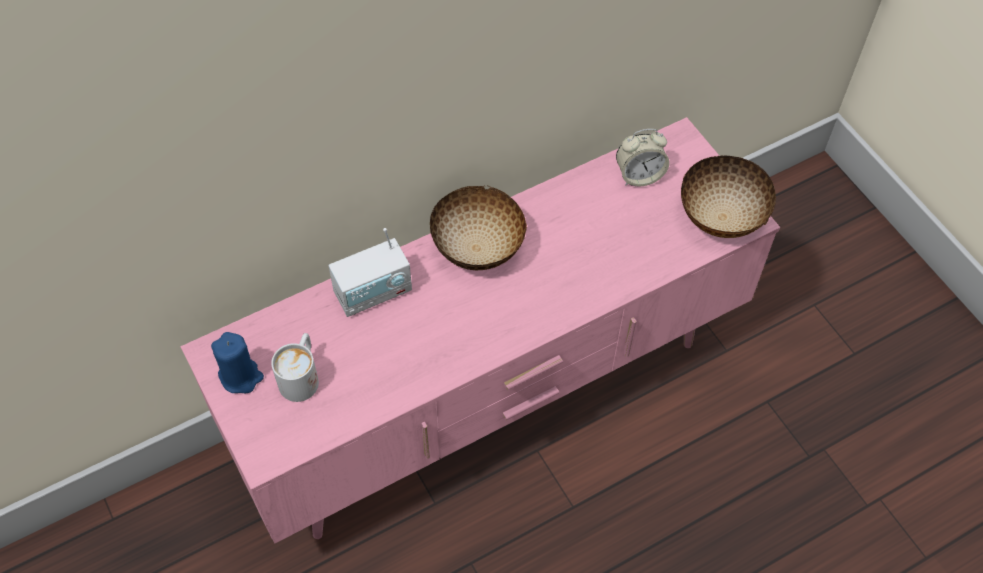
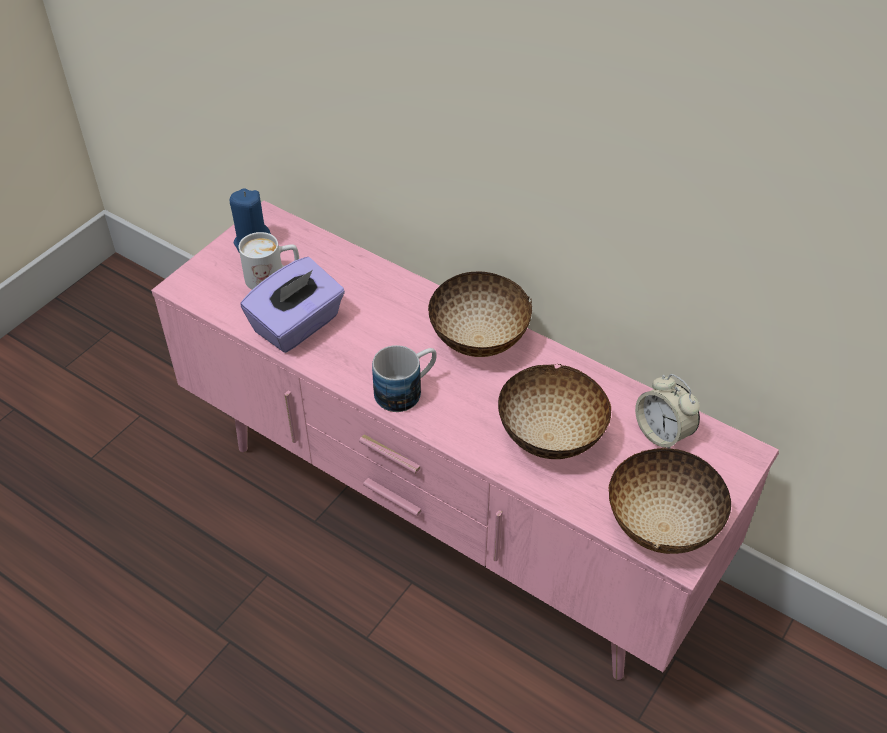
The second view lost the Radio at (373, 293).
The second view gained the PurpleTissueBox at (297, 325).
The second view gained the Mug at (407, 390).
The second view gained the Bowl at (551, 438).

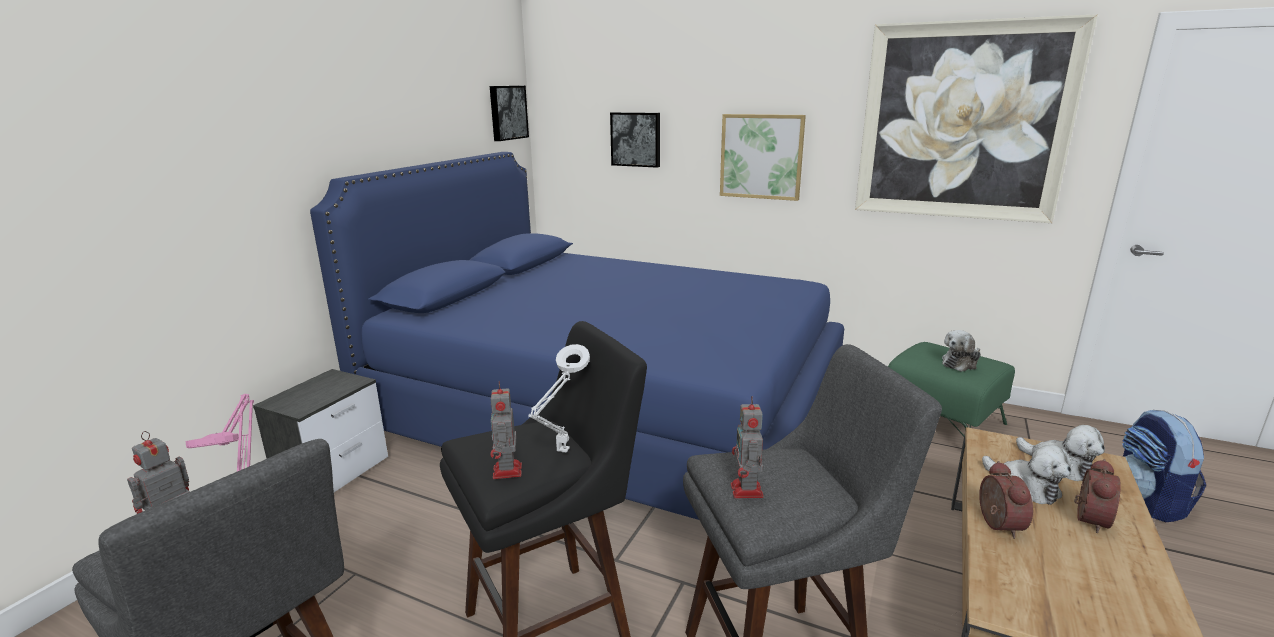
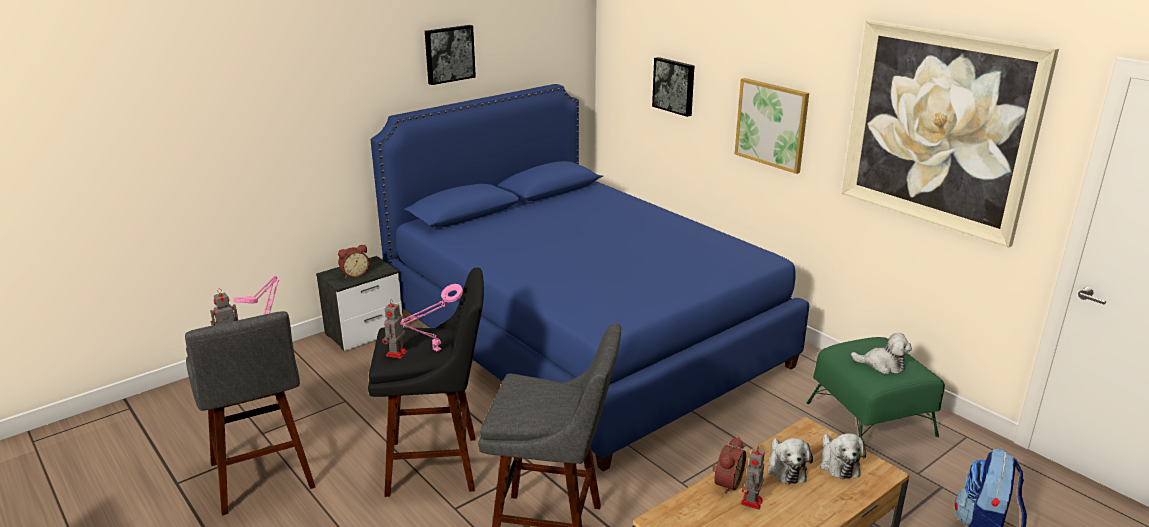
The Picture ended up elsewhere, having gone from (507, 112) to (449, 54).
What was the WhiteTableLamp at (561, 453) turned into the PinkTableLamp at (435, 351).
The ToyRobot ended up elsewhere, having gone from (747, 491) to (751, 503).
The PlushToy at (961, 363) ended up facing another way, 150 degrees counterclockwise from before.
The AlarmClock ended up elsewhere, having gone from (1087, 519) to (354, 274).

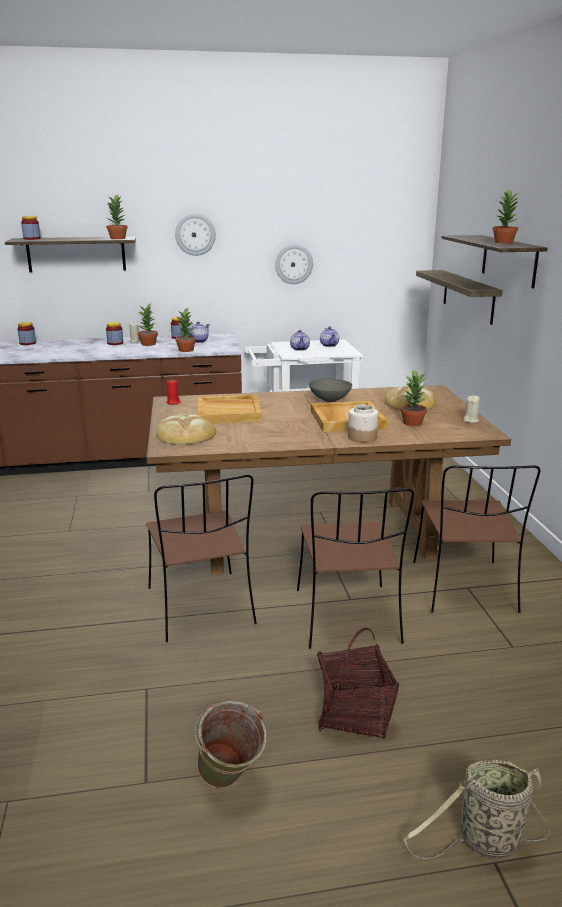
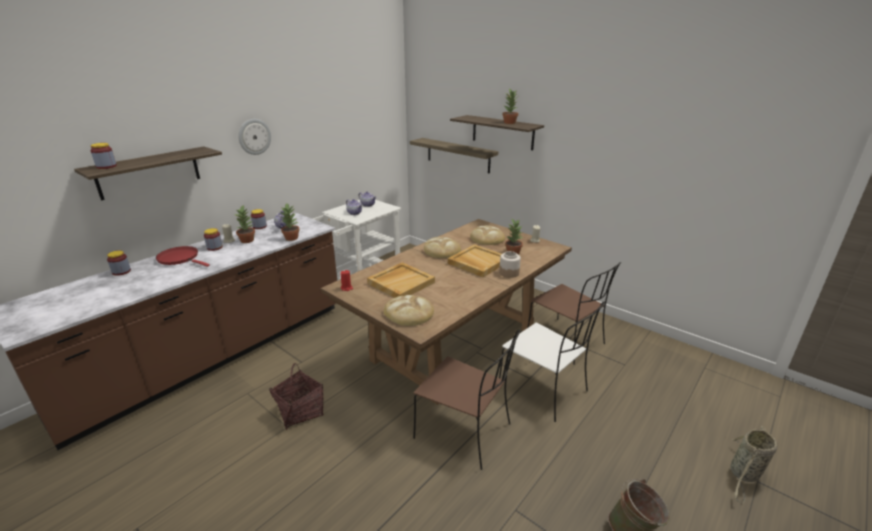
The second view lost the PottedPlant at (118, 238).
The second view lost the WallClock at (293, 264).
What was the BrownChair at (348, 618) turned into the WhiteChair at (544, 390).
Where the GreyBowl stood at (329, 400), the Bread came to stand at (441, 250).
The Basket ended up elsewhere, having gone from (355, 713) to (300, 411).
The second view gained the RedFryingPan at (180, 258).

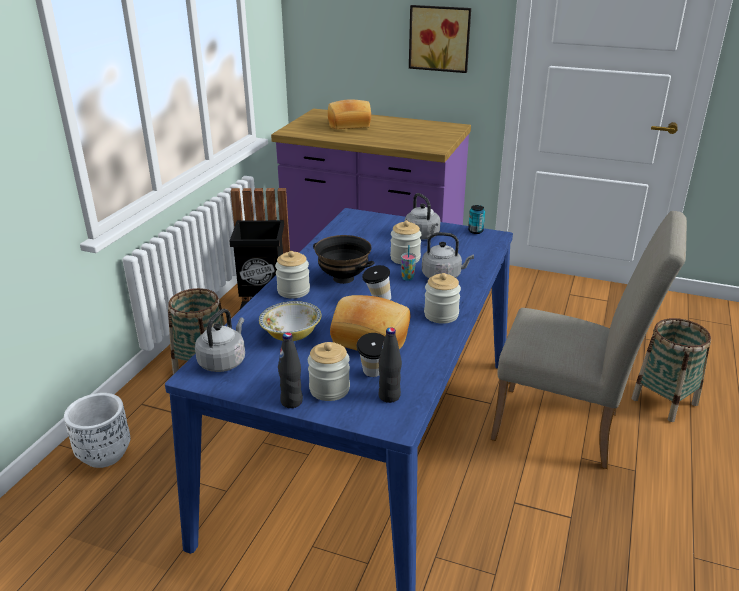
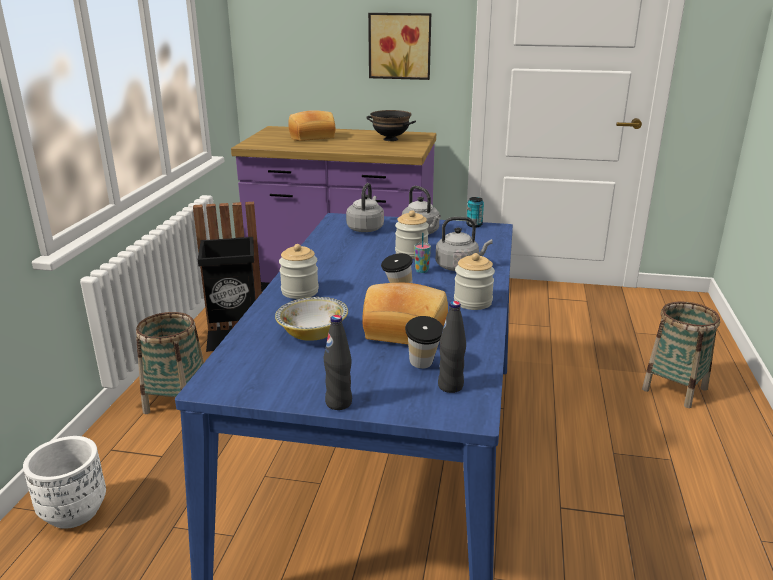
The GreyKettle ended up elsewhere, having gone from (223, 361) to (366, 228).
The second view lost the Jar at (329, 389).
The BlackBowl ended up elsewhere, having gone from (343, 278) to (390, 139).
The second view lost the BeigeChair at (566, 429).

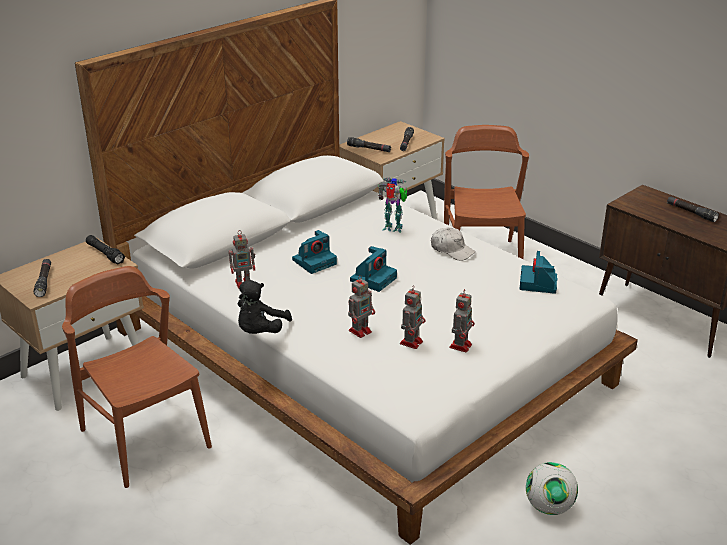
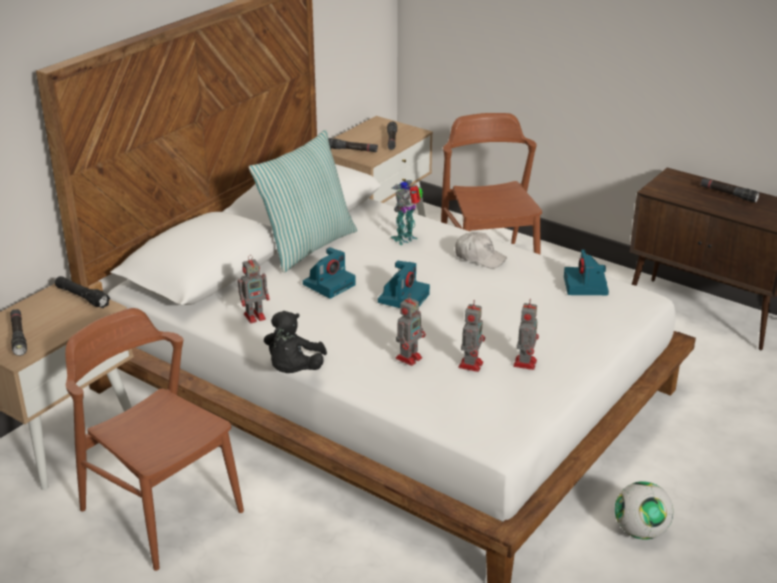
The ToyRobot at (393, 229) ended up facing another way, 45 degrees counterclockwise from before.
The second view gained the Pillow at (307, 246).

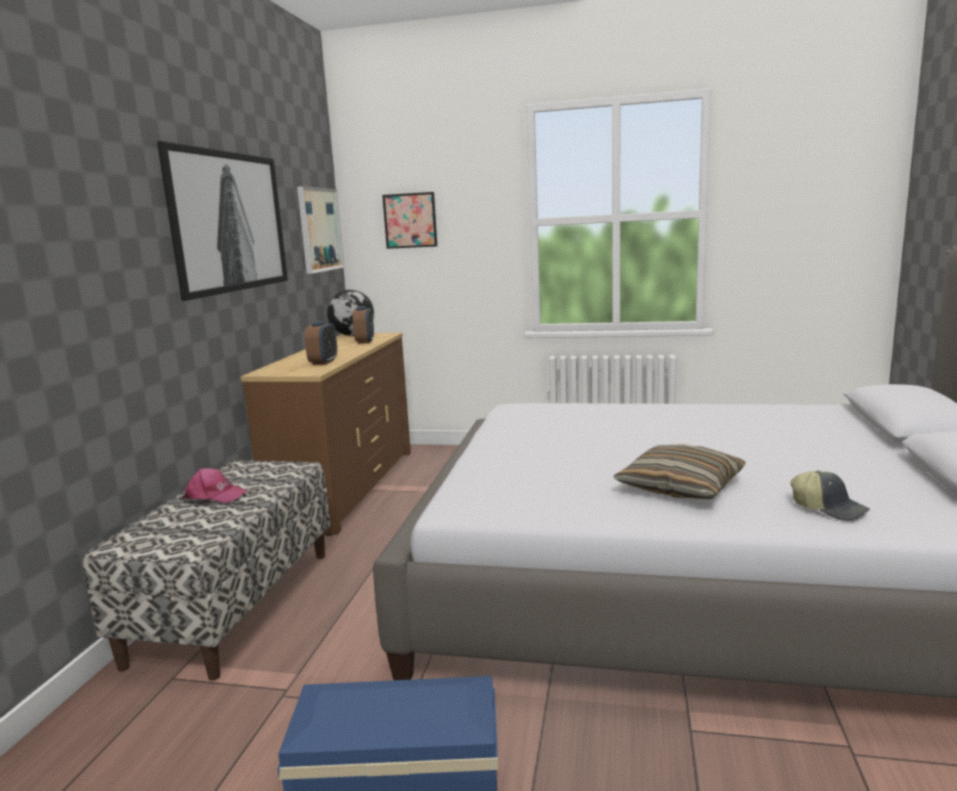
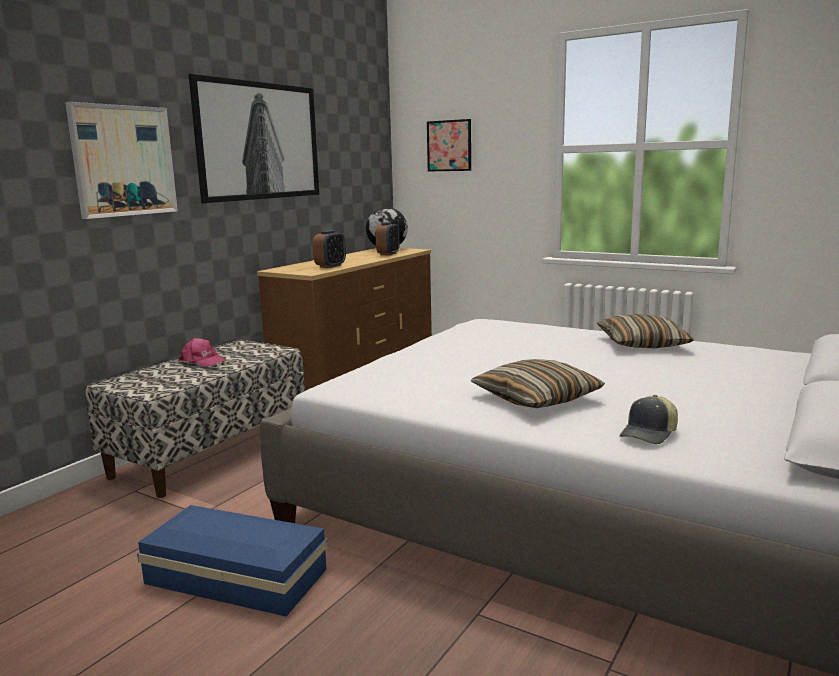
The Picture ended up elsewhere, having gone from (319, 230) to (123, 161).
The Cap at (829, 508) ended up facing another way, 60 degrees clockwise from before.
The second view gained the Pillow at (642, 344).

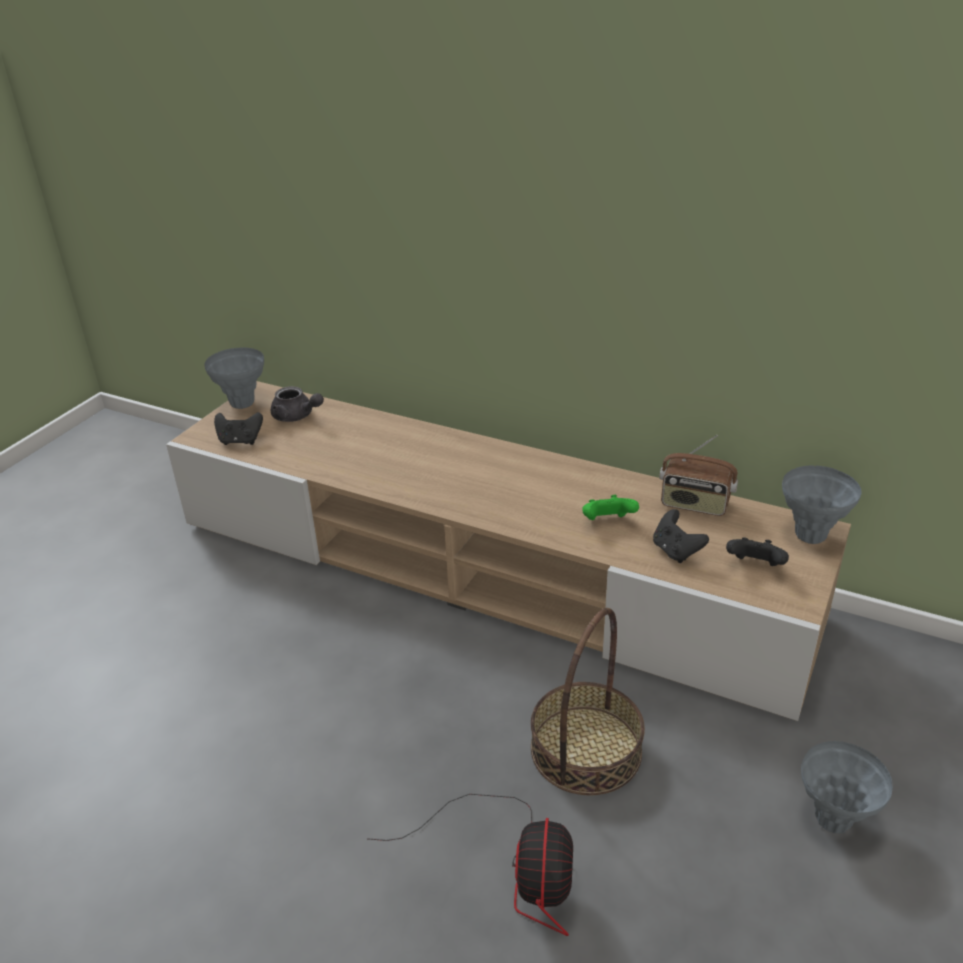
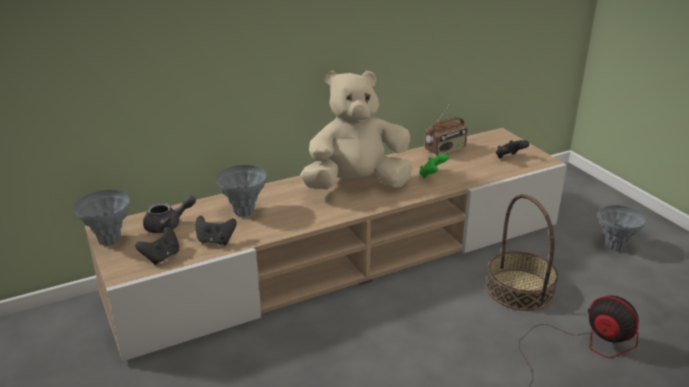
The BlackGameController ended up elsewhere, having gone from (676, 551) to (215, 241).
The GreyVase ended up elsewhere, having gone from (810, 536) to (244, 212).
The second view gained the BeigePlushToy at (356, 185).

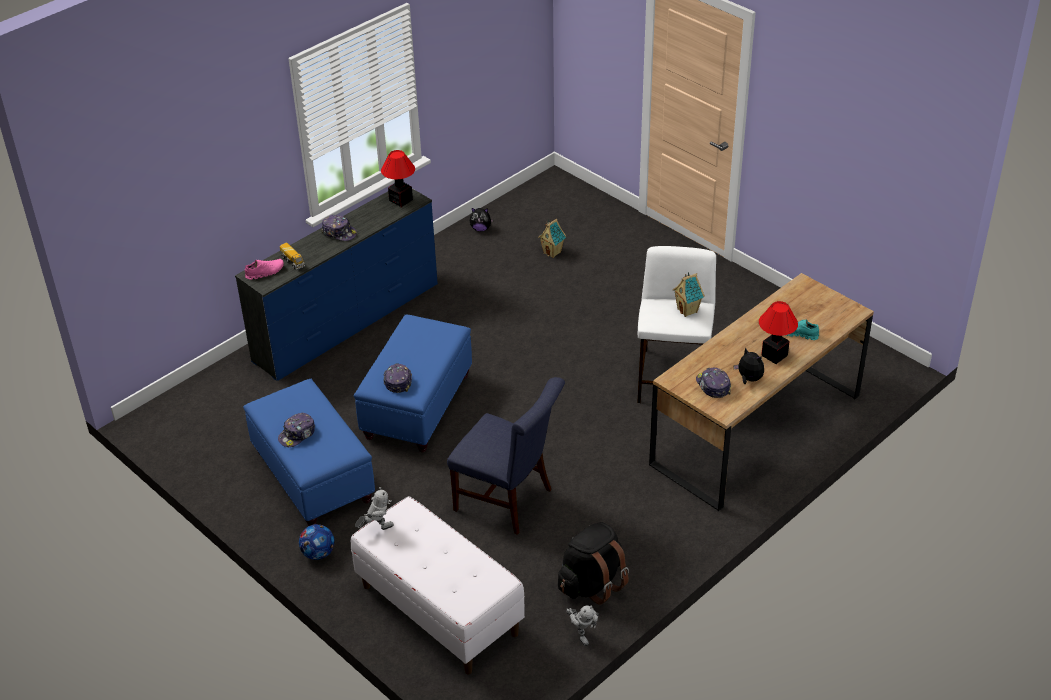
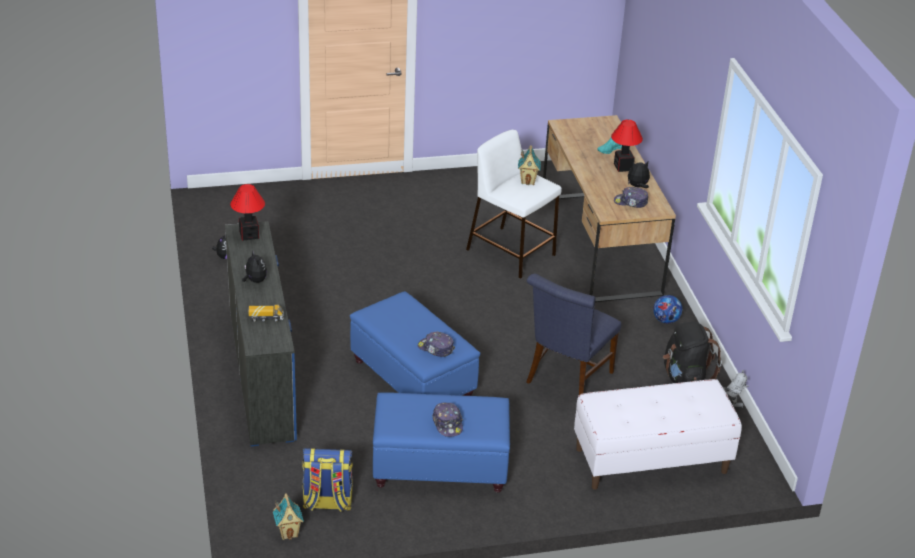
The second view lost the PinkShoe at (265, 272).
The Football ended up elsewhere, having gone from (318, 553) to (666, 320).
Where the Cap stood at (339, 232), the PlushToy came to stand at (254, 280).
The second view lost the ToyRobot at (377, 528).
The BlueChair at (509, 501) ended up facing another way, 150 degrees clockwise from before.
The ToyHouse ended up elsewhere, having gone from (552, 252) to (288, 532).
The second view gained the Backpack at (327, 503).

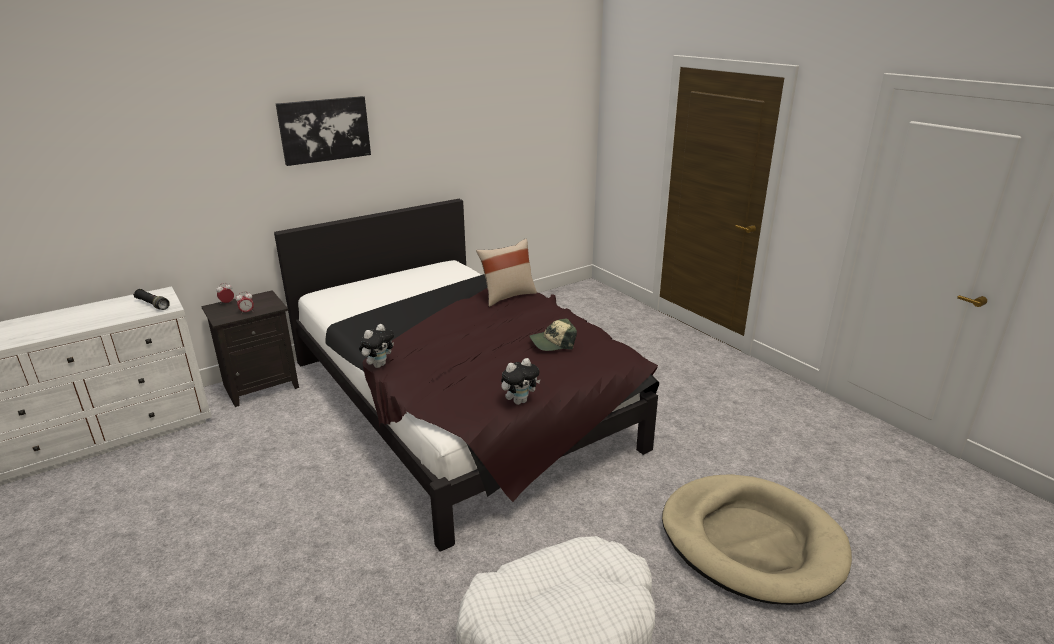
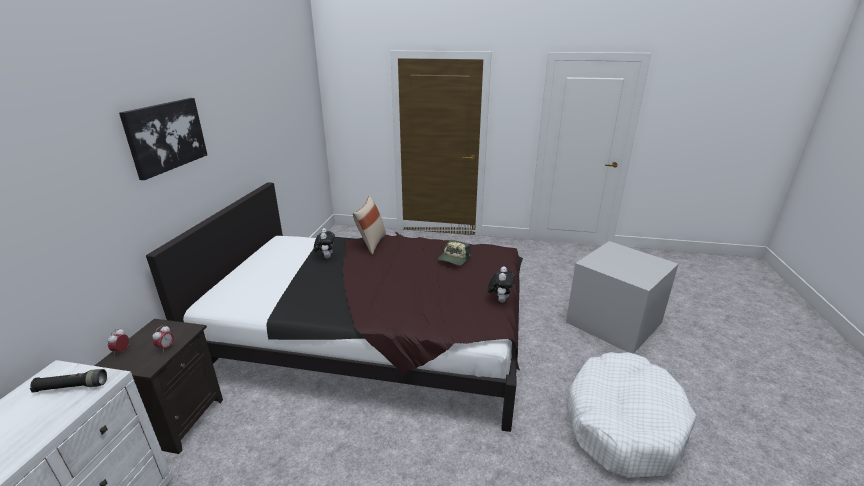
The PlushToy ended up elsewhere, having gone from (379, 365) to (326, 257).
Where the BeigeDogBed stood at (751, 542), the GreyStorageBox came to stand at (612, 322).

